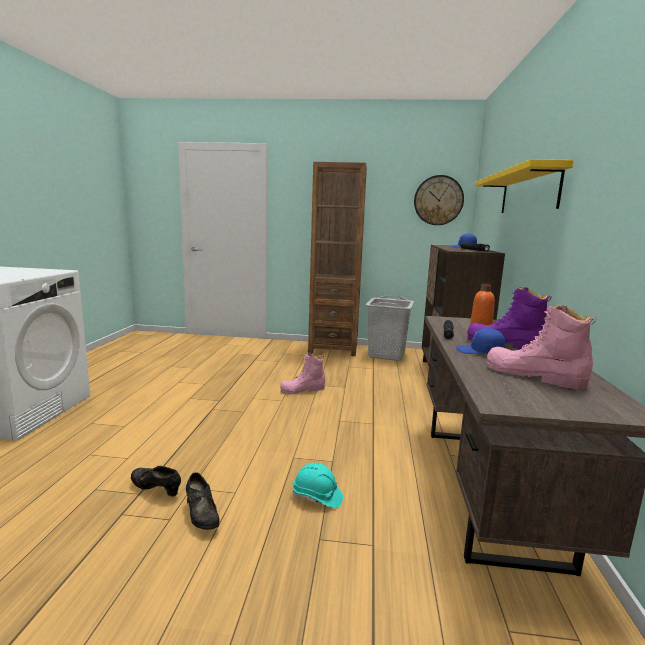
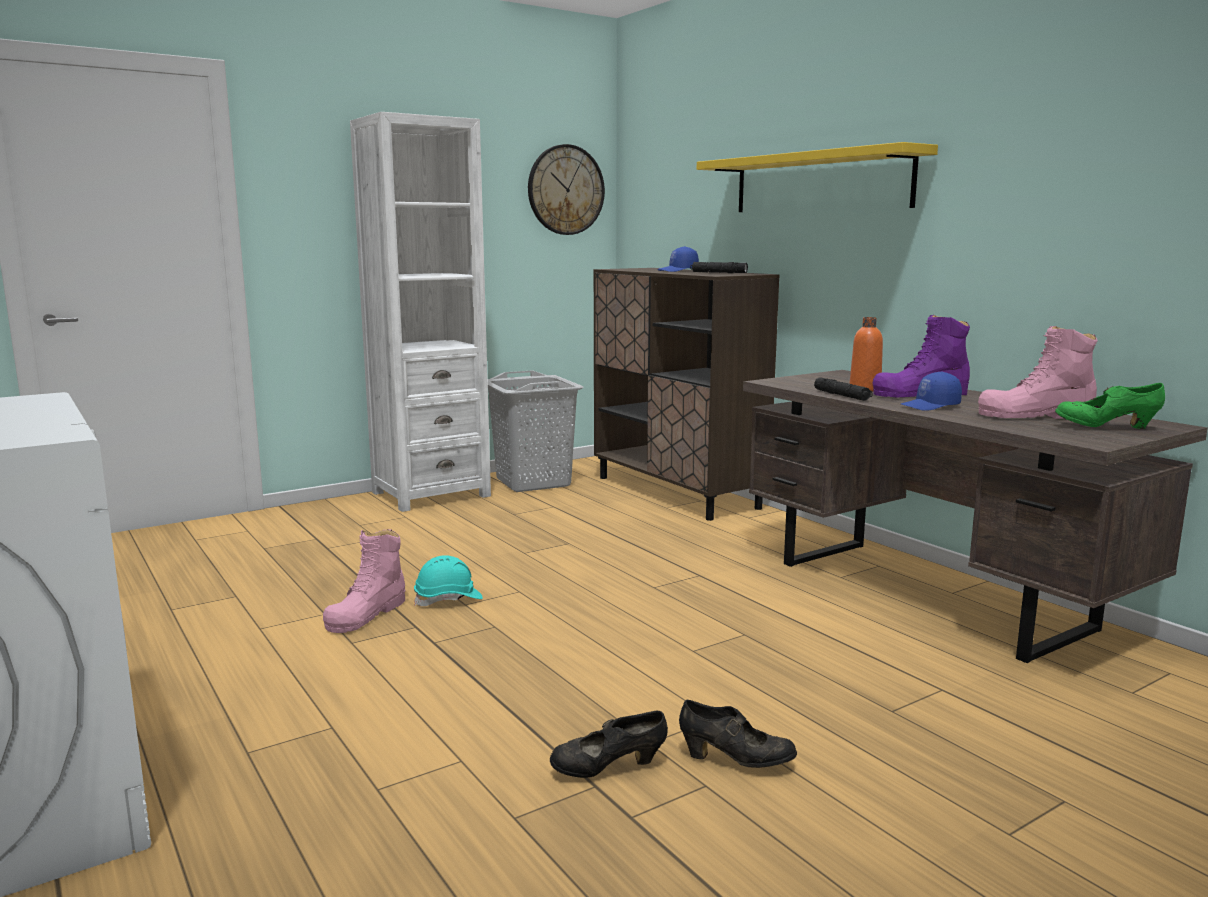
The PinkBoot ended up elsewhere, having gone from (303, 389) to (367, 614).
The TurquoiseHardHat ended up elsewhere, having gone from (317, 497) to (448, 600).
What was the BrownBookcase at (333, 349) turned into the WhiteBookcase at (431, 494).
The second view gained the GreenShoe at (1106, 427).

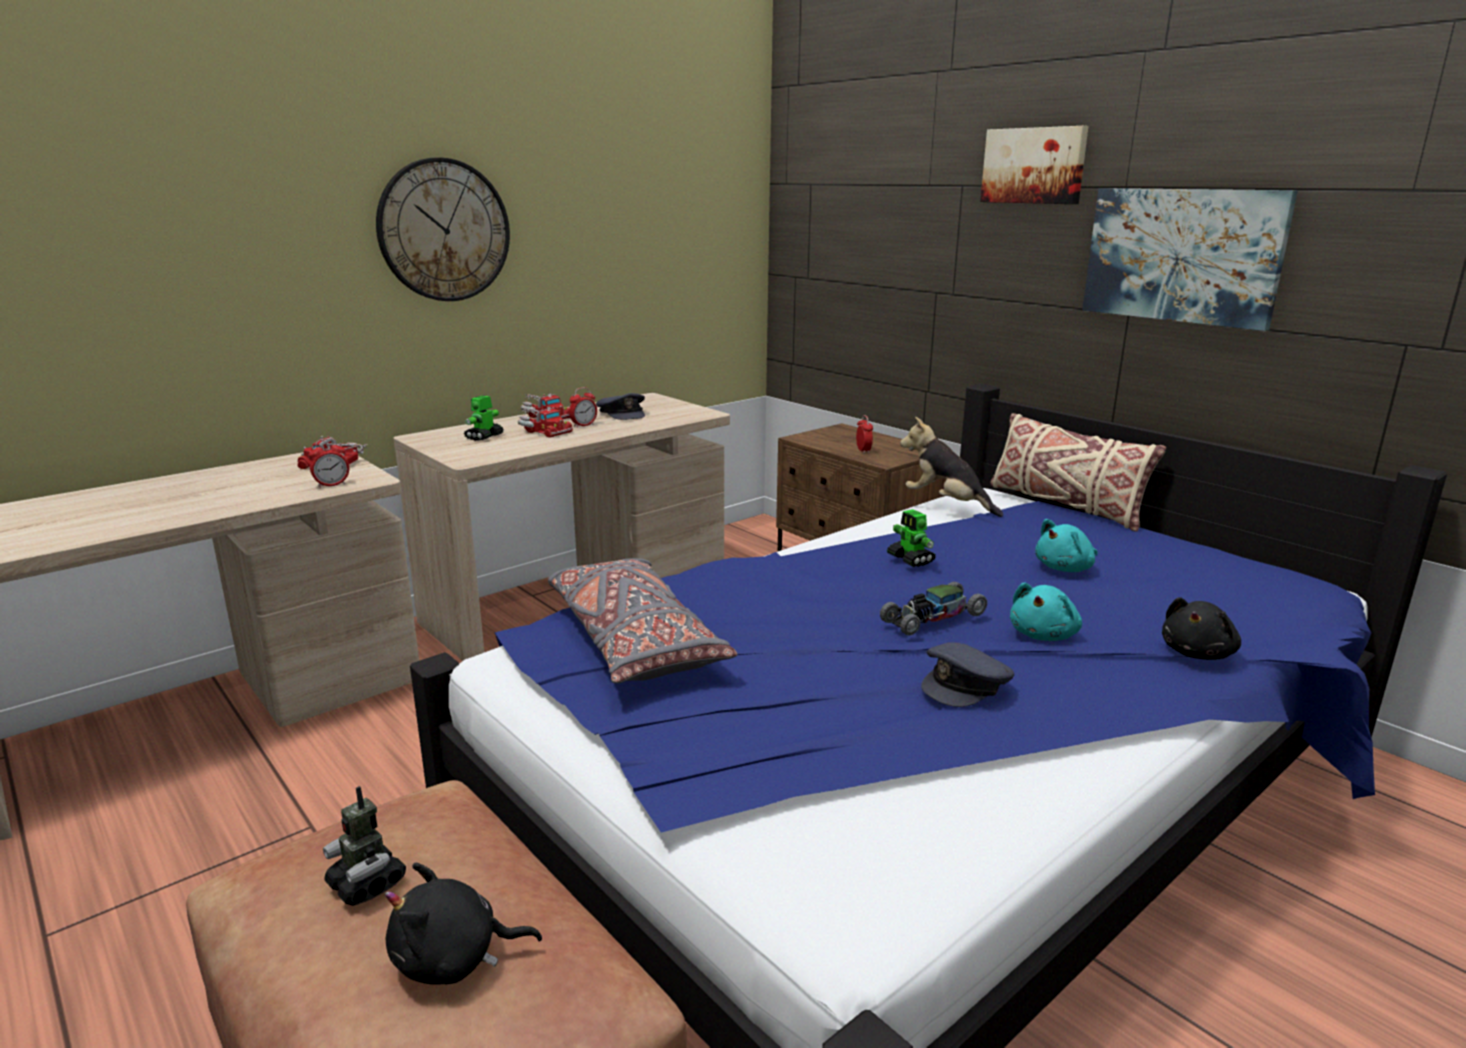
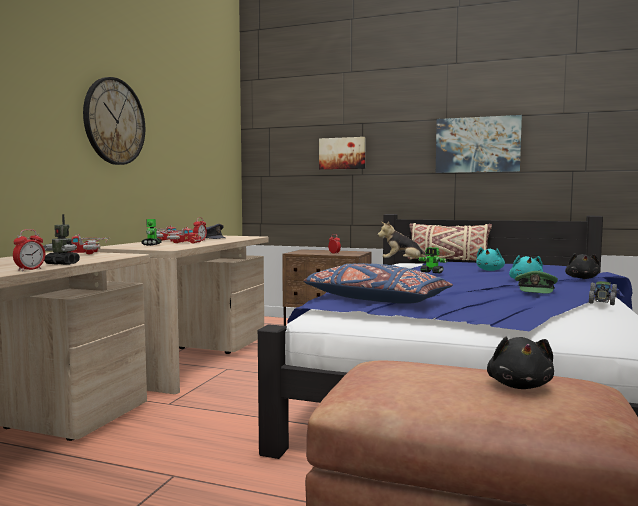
The AlarmClock ended up elsewhere, having gone from (332, 485) to (30, 269).
The ToyRobot ended up elsewhere, having gone from (367, 884) to (62, 264).
The BlackPlushToy at (454, 959) ended up facing another way, 45 degrees counterclockwise from before.
What was the GreyPillow at (633, 640) turned into the BluePillow at (375, 300).
The ToyCar ended up elsewhere, having gone from (932, 618) to (602, 300).
What was the GreyCap at (966, 684) turned into the GreenCap at (536, 290).
The Picture ended up elsewhere, having gone from (1034, 166) to (342, 153).

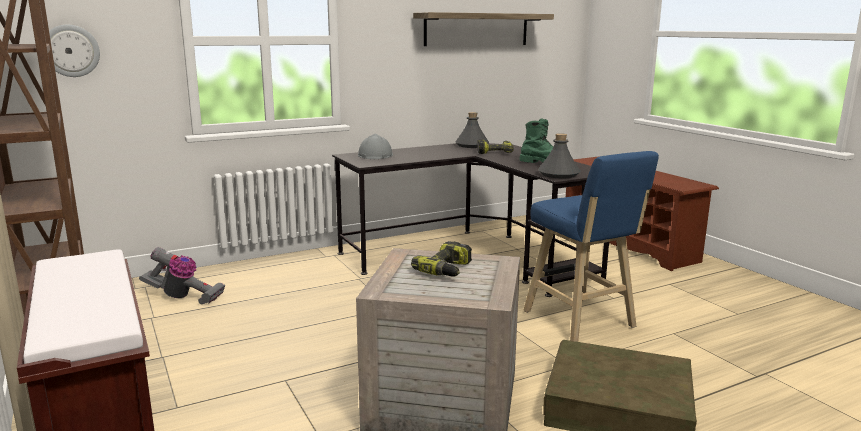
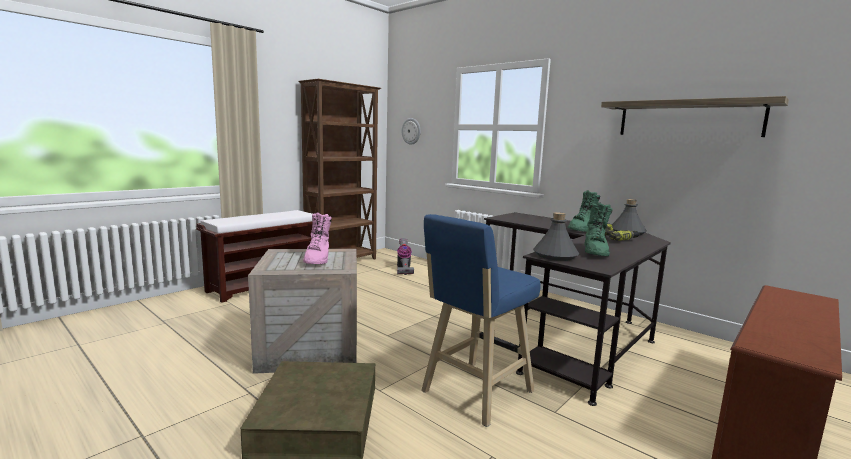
The second view lost the GreyHardHat at (375, 155).
Where the PowerDrill stood at (447, 270), the PinkBoot came to stand at (318, 260).
The second view gained the GreenBoot at (582, 229).

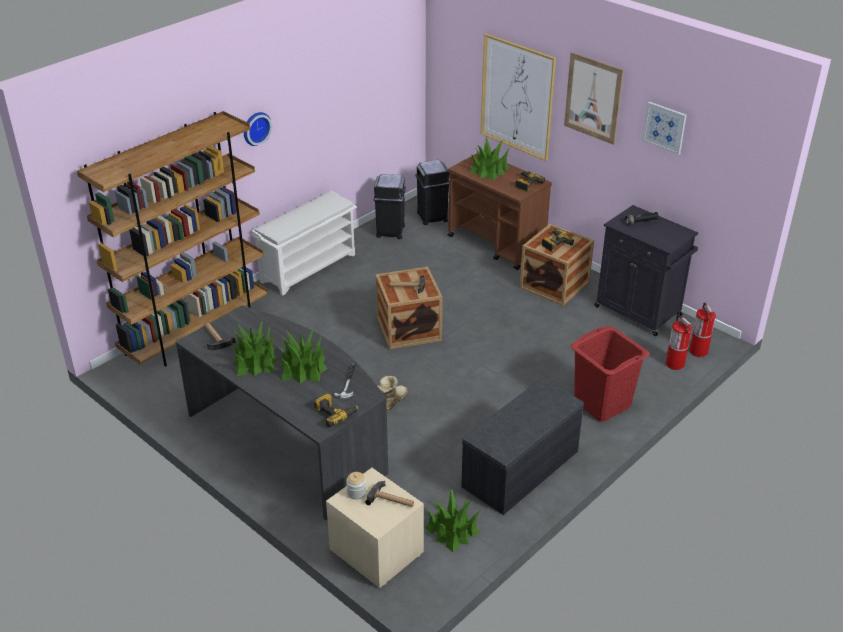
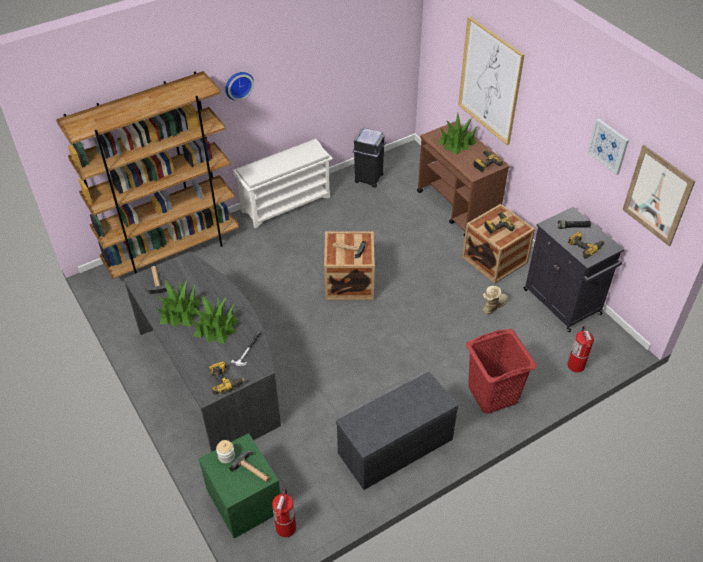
What was the BeigeNightstand at (375, 551) turned into the GreenNightstand at (243, 501).
The Boot ended up elsewhere, having gone from (391, 401) to (493, 306).
The second view lost the BlackTrashCan at (432, 217).
The second view lost the PottedPlant at (452, 530).
The Picture ended up elsewhere, having gone from (593, 98) to (657, 195).
The FireExtinguisher ended up elsewhere, having gone from (698, 351) to (286, 528).
The second view gained the PowerDrill at (585, 247).

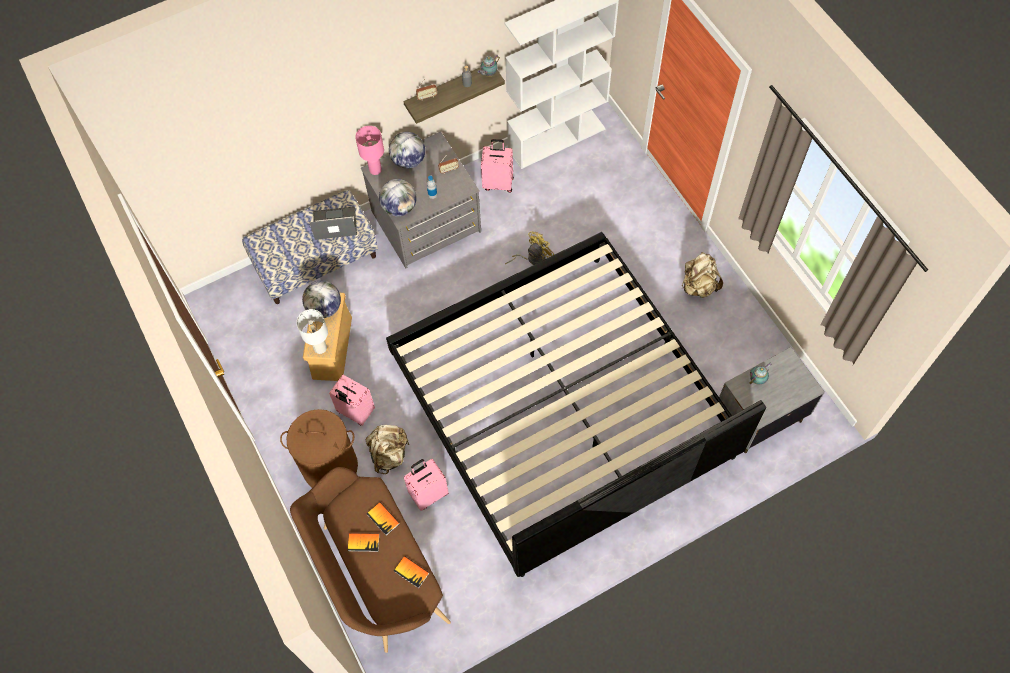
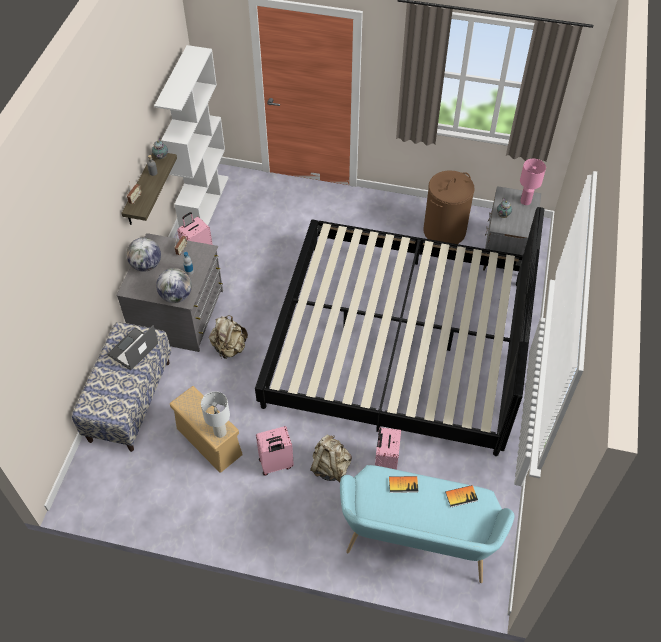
The BrownLaundryBasket ended up elsewhere, having gone from (330, 466) to (444, 231).
What was the BrownBench at (378, 575) turned into the TurquoiseBench at (417, 544).
The second view lost the Globe at (324, 308).
The second view lost the Book at (363, 542).
The PinkTableLamp ended up elsewhere, having gone from (375, 169) to (525, 201).
The second view lost the YellowFan at (532, 258).
The BeigeBackpack ended up elsewhere, having gone from (698, 286) to (229, 348).

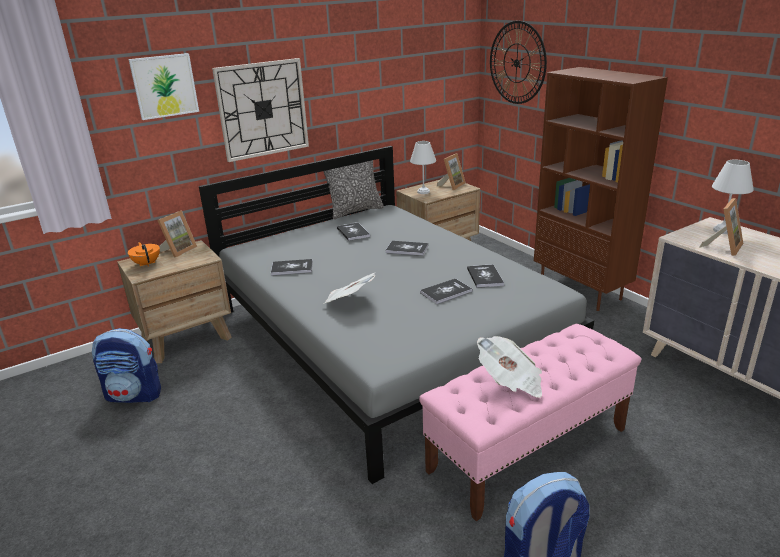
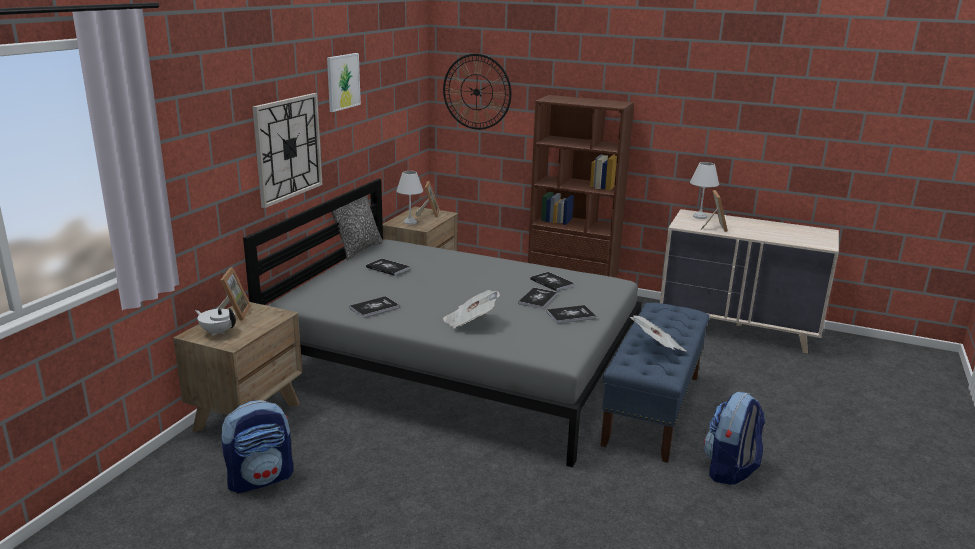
What was the OrangeTeapot at (147, 264) turned into the WhiteTeapot at (217, 332).
The Picture ended up elsewhere, having gone from (164, 86) to (343, 81).
The Book ended up elsewhere, having gone from (407, 249) to (571, 315).
What was the PinkBench at (528, 449) turned into the BlueBench at (652, 409).

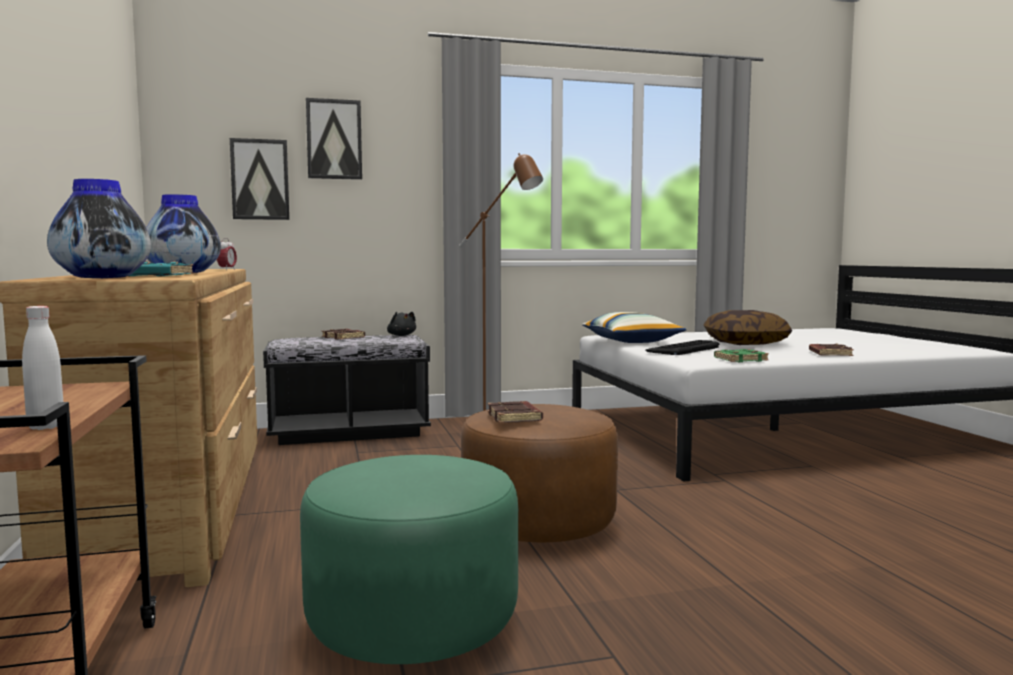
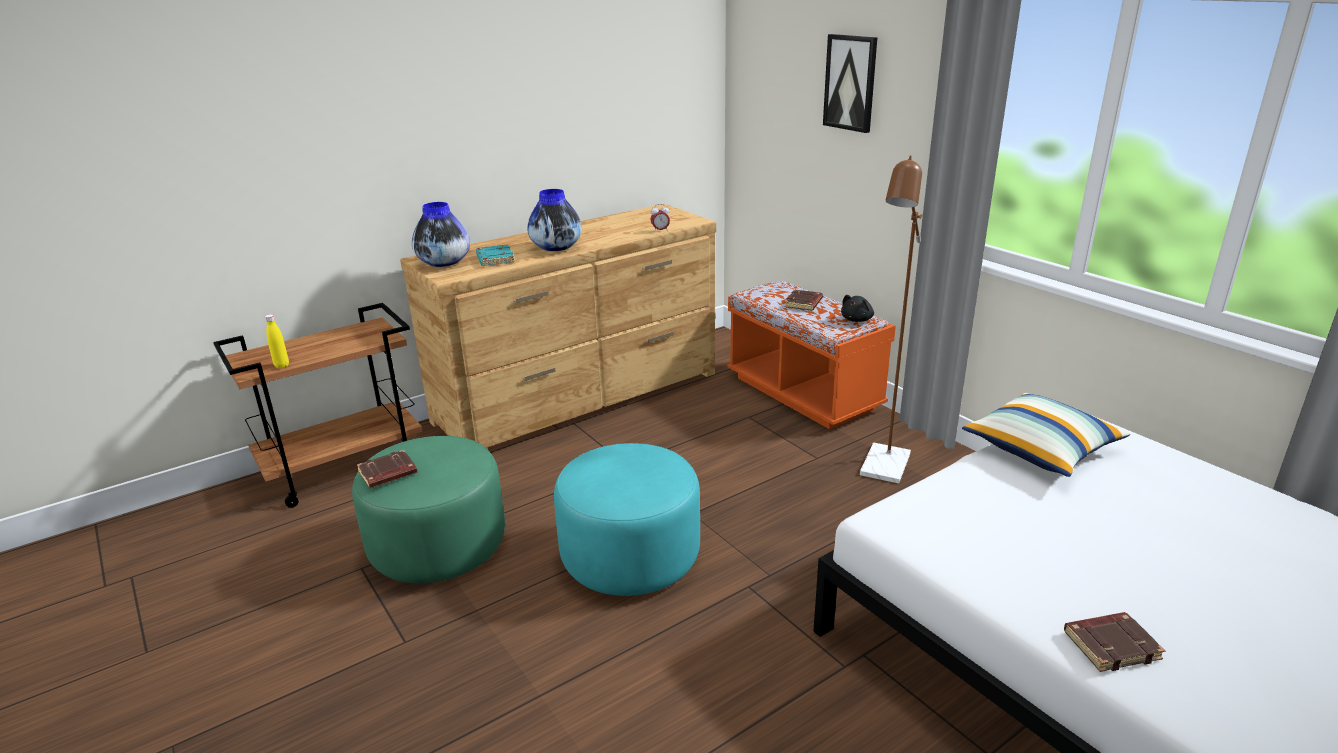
What was the WhiteBottle at (46, 427) turned into the YellowBottle at (282, 366).
The second view lost the Picture at (260, 179).
What was the BlackBench at (349, 433) turned into the OrangeBench at (803, 393).
What was the BrownOttoman at (539, 521) turned into the TurquoiseOttoman at (630, 557).
The BrownBook ended up elsewhere, having gone from (515, 417) to (387, 474).
The second view lost the Keyboard at (682, 349).
The second view lost the Pillow at (745, 343).
The second view lost the GreenBook at (740, 359).

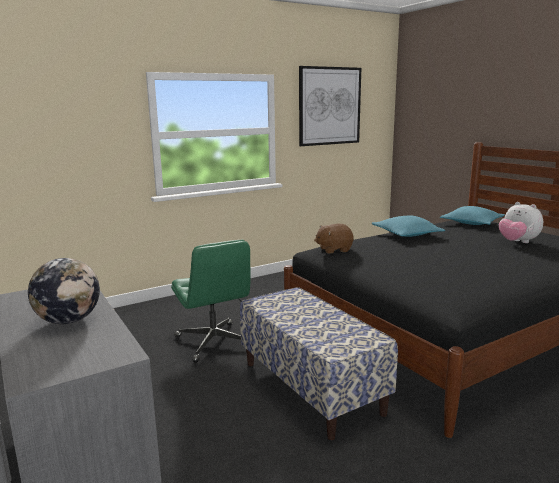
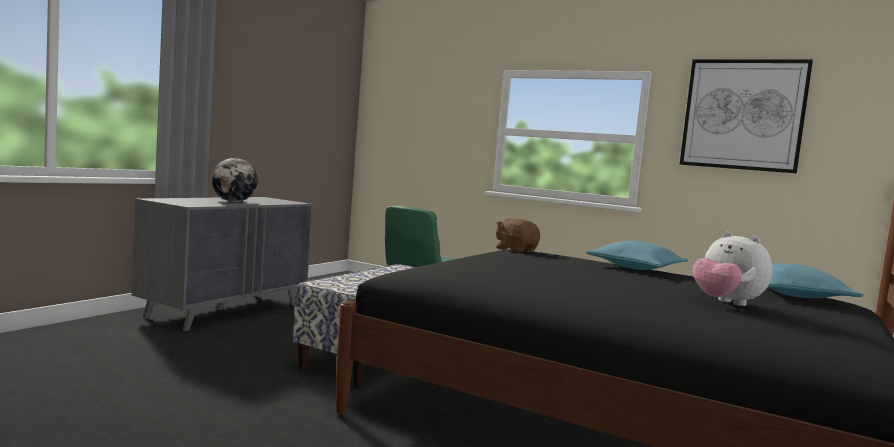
The PlushToy at (517, 242) ended up facing another way, 60 degrees counterclockwise from before.

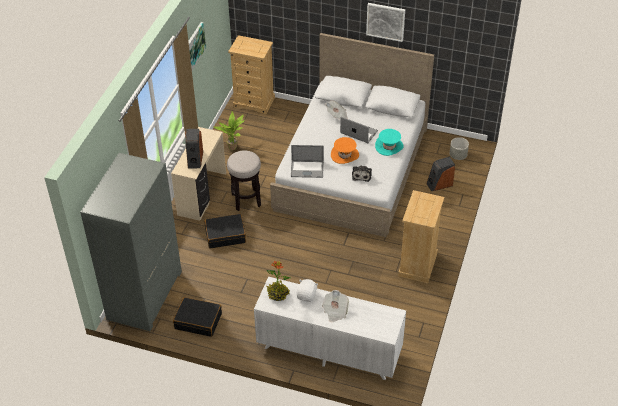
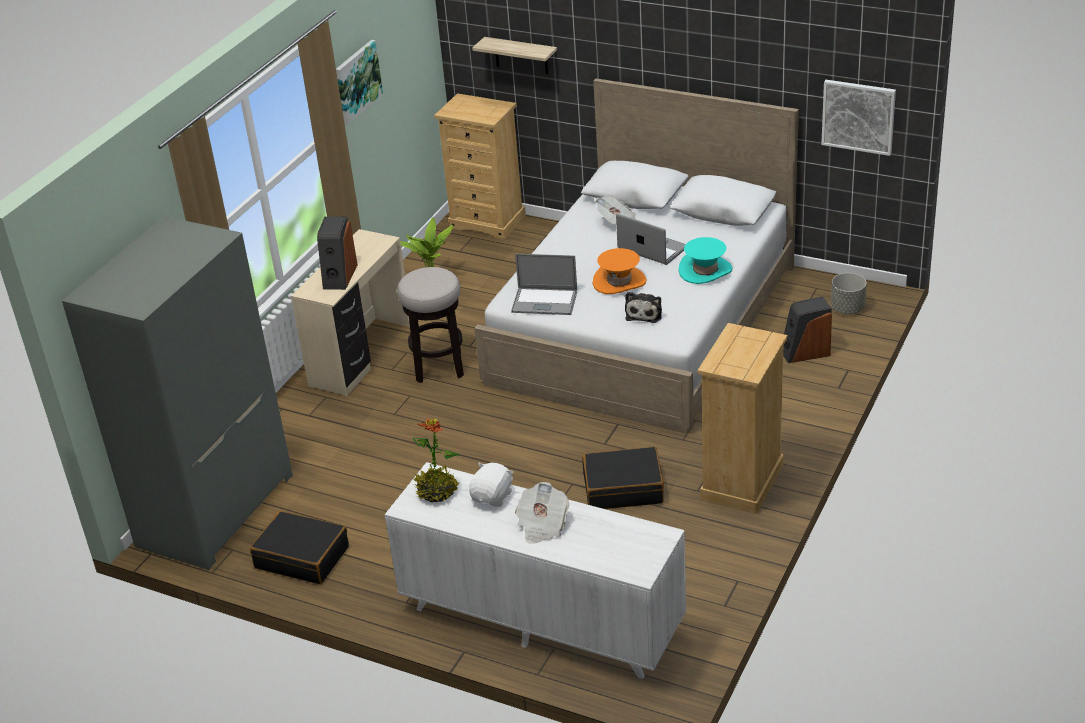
The BlackSuitcase ended up elsewhere, having gone from (225, 235) to (623, 488).
The Picture ended up elsewhere, having gone from (385, 21) to (858, 116).
The second view gained the Shelf at (521, 55).

